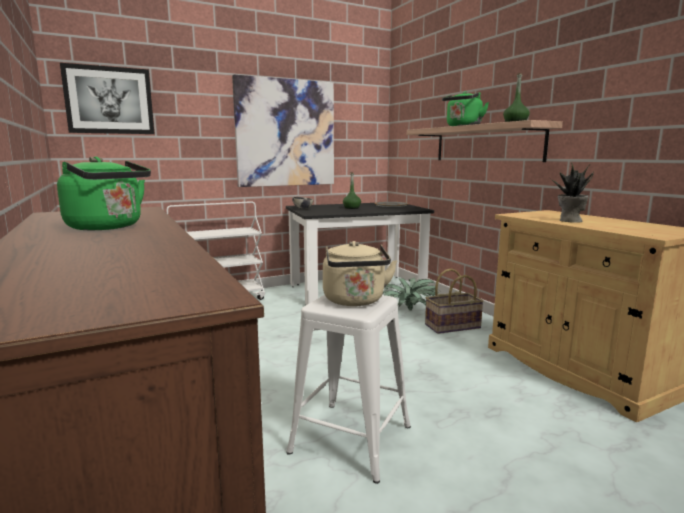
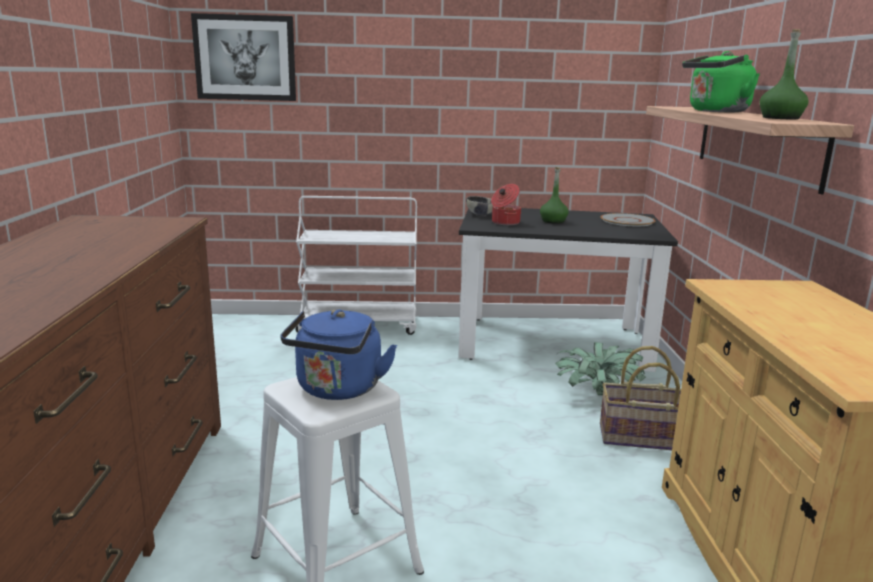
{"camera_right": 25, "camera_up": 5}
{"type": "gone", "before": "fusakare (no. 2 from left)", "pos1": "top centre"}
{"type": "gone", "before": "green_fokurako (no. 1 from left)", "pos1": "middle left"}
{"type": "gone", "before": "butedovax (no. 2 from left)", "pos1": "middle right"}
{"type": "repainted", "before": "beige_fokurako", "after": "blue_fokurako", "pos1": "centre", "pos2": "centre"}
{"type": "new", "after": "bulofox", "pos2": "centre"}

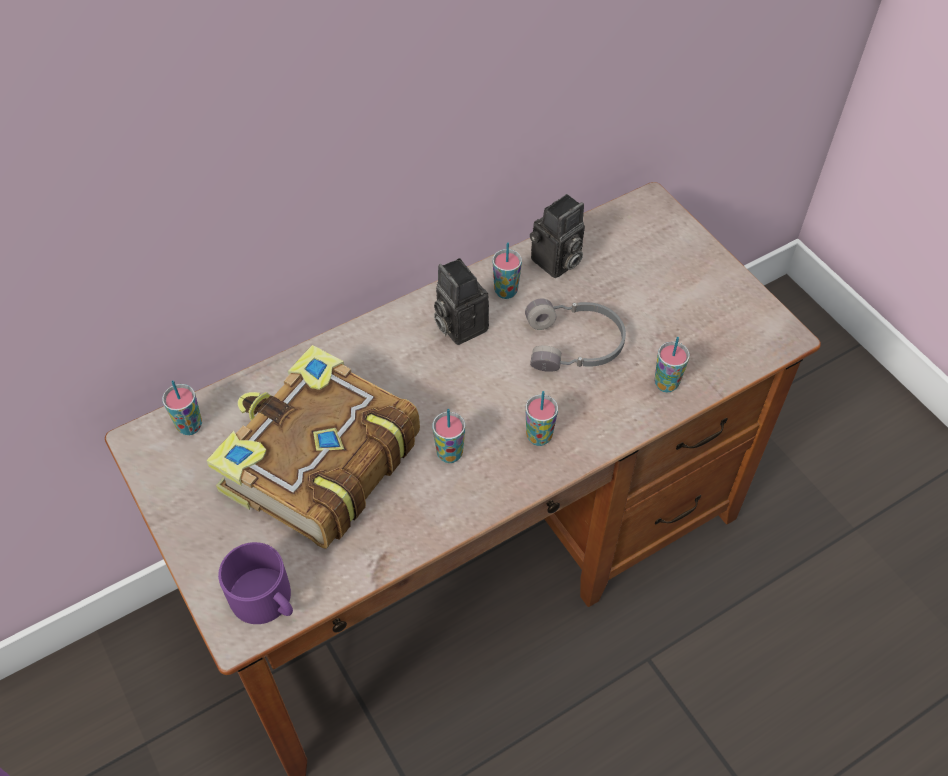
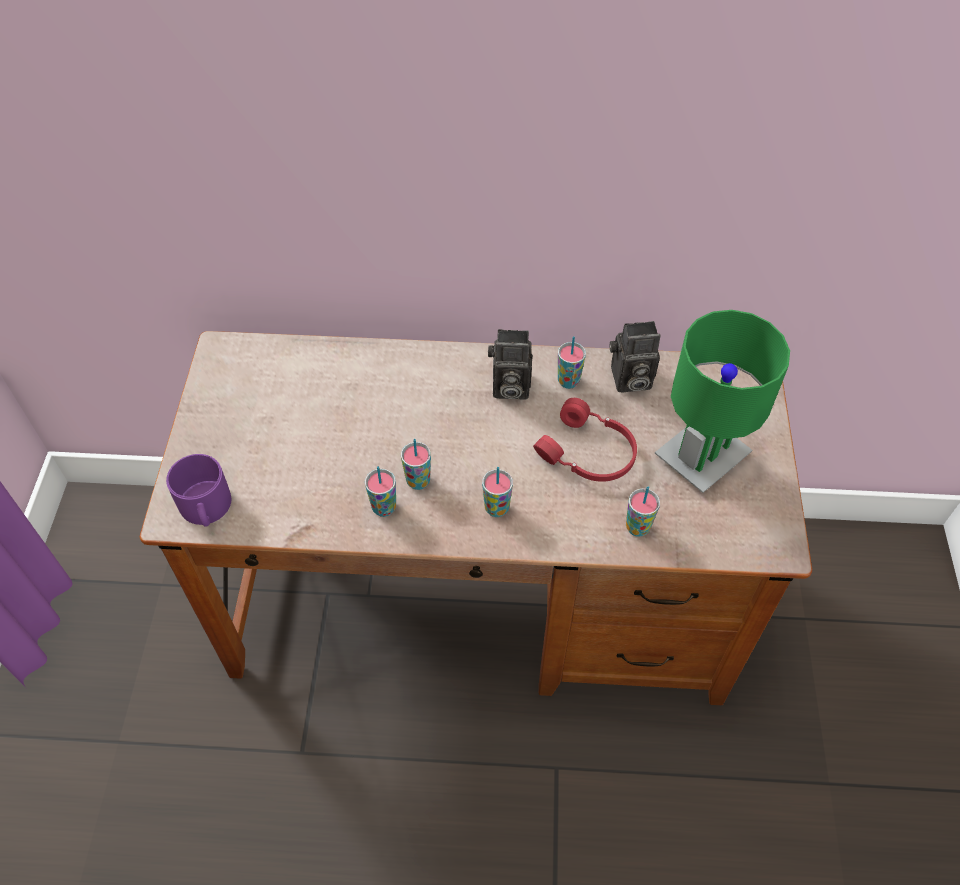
{"camera_right": 35, "camera_up": 0}
{"type": "rotated", "before": "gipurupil (no. 1 from left)", "pos1": "centre", "pos2": "centre", "turn": -90}
{"type": "repainted", "before": "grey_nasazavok", "after": "red_nasazavok", "pos1": "centre", "pos2": "centre"}
{"type": "gone", "before": "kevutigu", "pos1": "middle left"}
{"type": "shifted", "before": "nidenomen (no. 1 from left)", "pos1": "middle left", "pos2": "centre"}
{"type": "new", "after": "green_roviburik", "pos2": "middle right"}

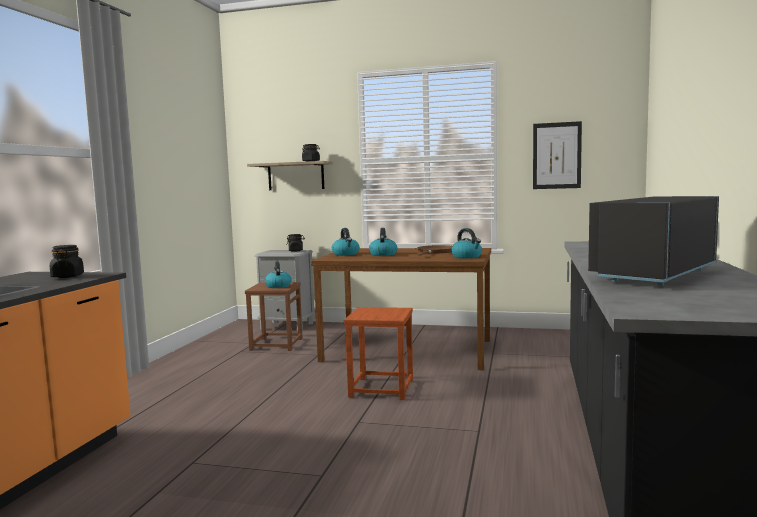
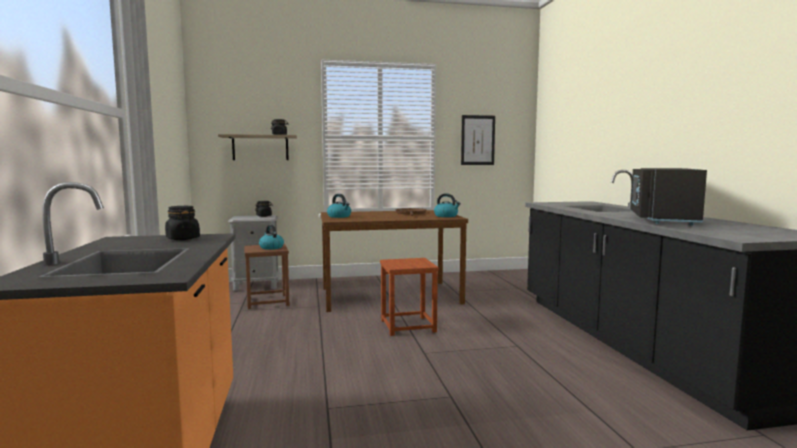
{"camera_right": -25, "camera_up": 0}
{"type": "gone", "before": "fokurako (no. 3 from left)", "pos1": "centre"}

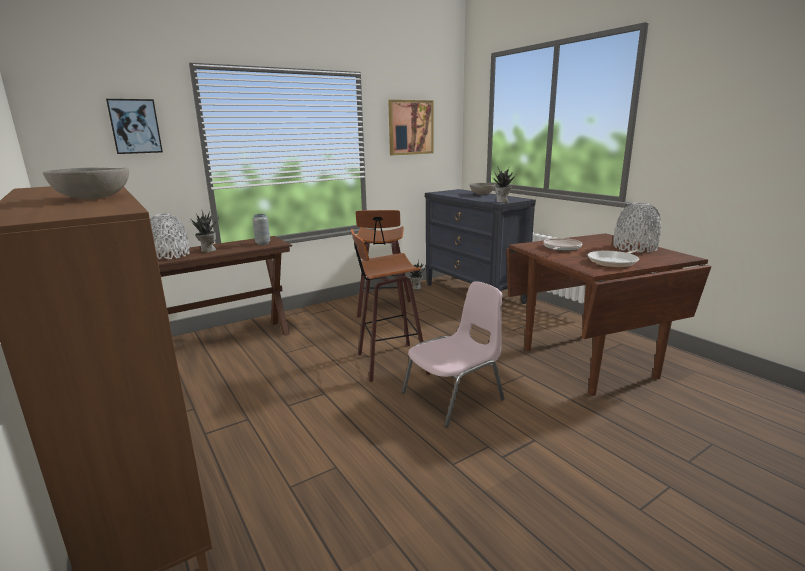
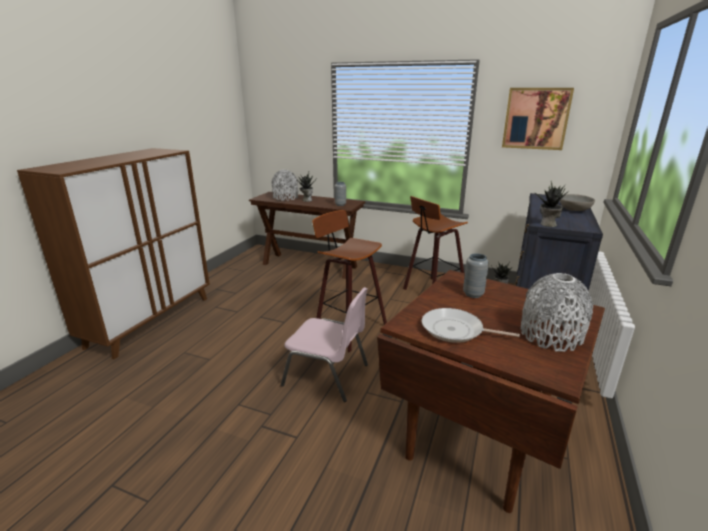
{"camera_right": 55, "camera_up": 5}
{"type": "gone", "before": "fusakare (no. 1 from left)", "pos1": "top left"}
{"type": "gone", "before": "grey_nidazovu (no. 1 from left)", "pos1": "top left"}
{"type": "swapped", "before": "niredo (no. 1 from left)", "after": "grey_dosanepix (no. 3 from left)", "pos1": "middle right", "pos2": "middle right"}

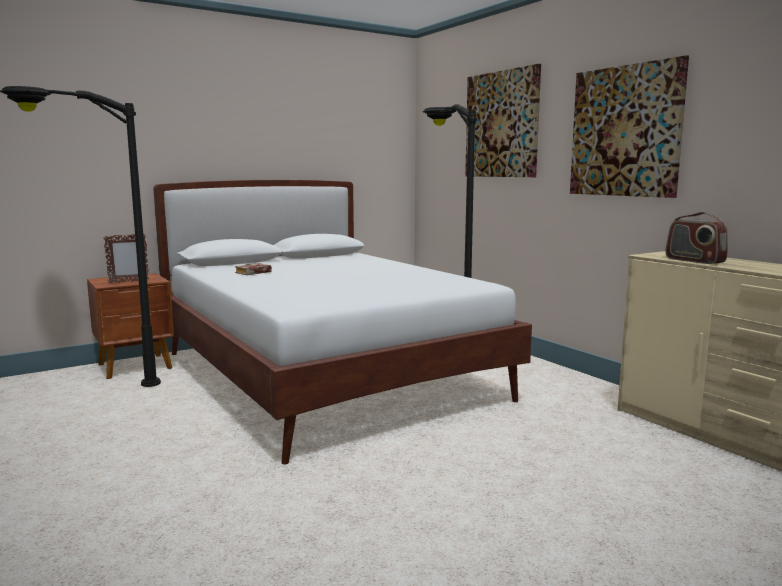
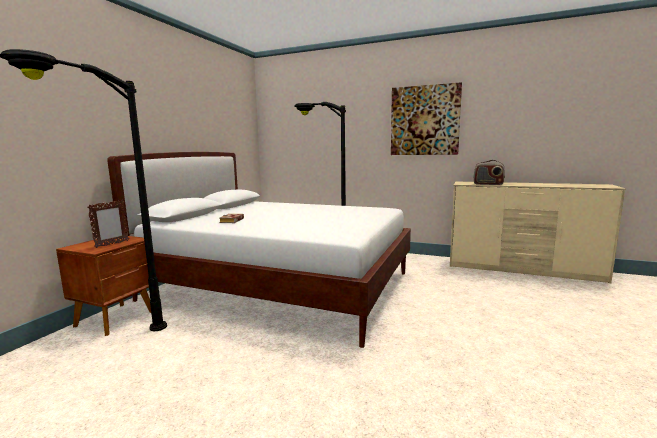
{"camera_right": -35, "camera_up": 0}
{"type": "gone", "before": "fusakare (no. 1 from left)", "pos1": "top centre"}

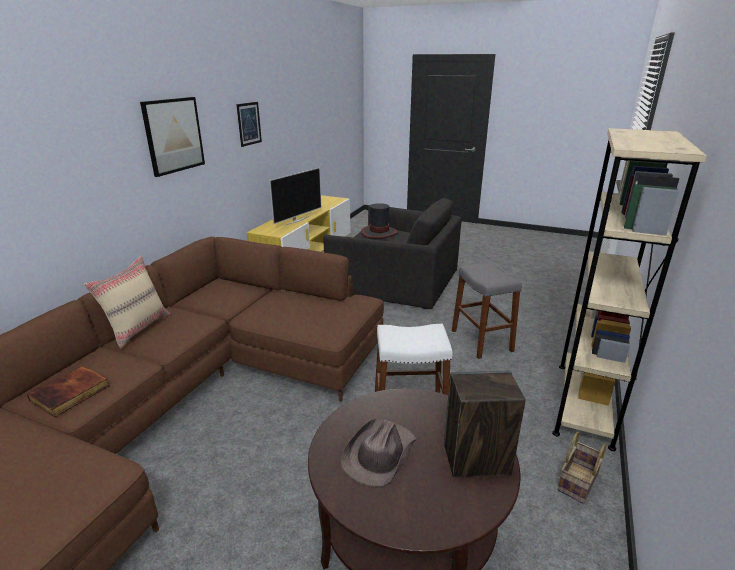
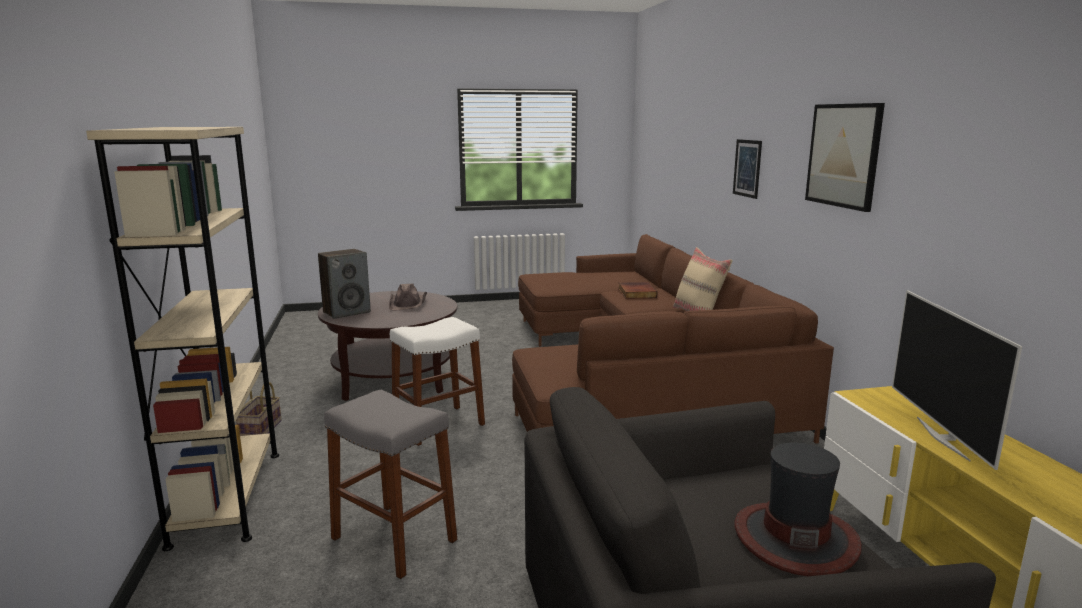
{"camera_right": 145, "camera_up": -10}
{"type": "shifted", "before": "fusakare (no. 2 from left in the first image)", "after": "fusakare (no. 1 from left)", "pos1": "top centre", "pos2": "top right"}

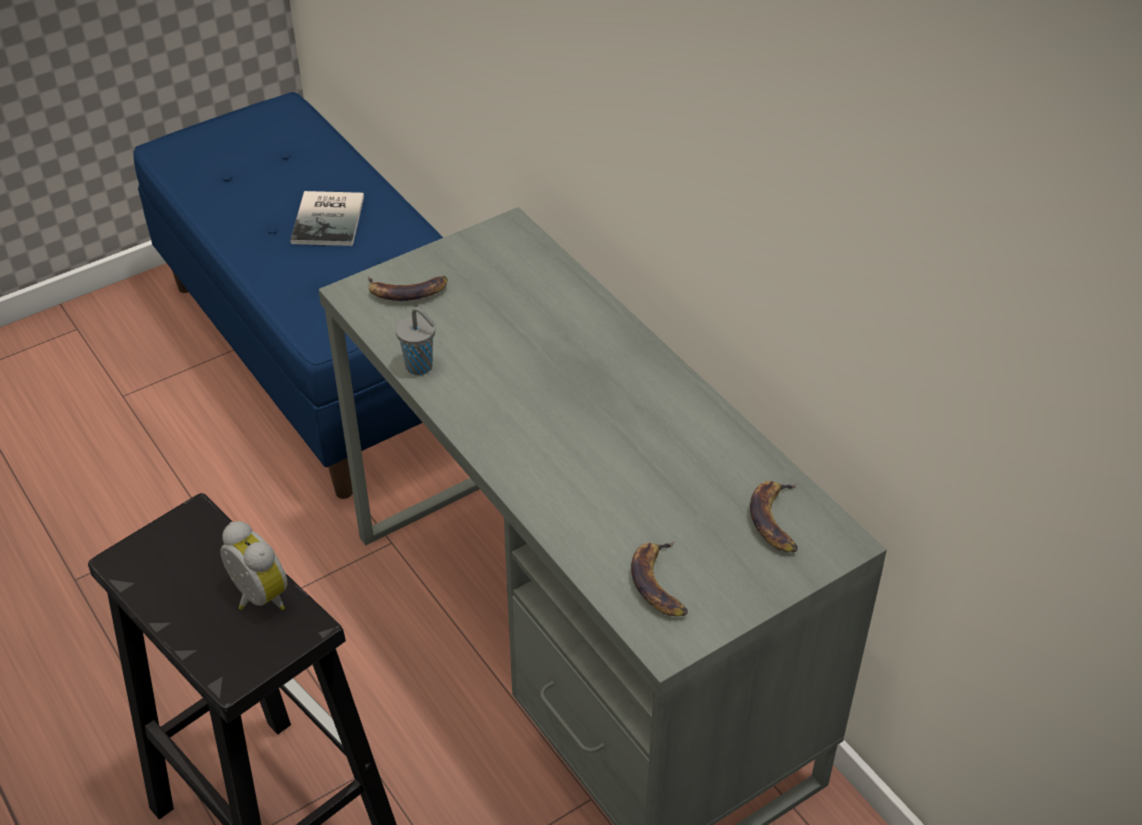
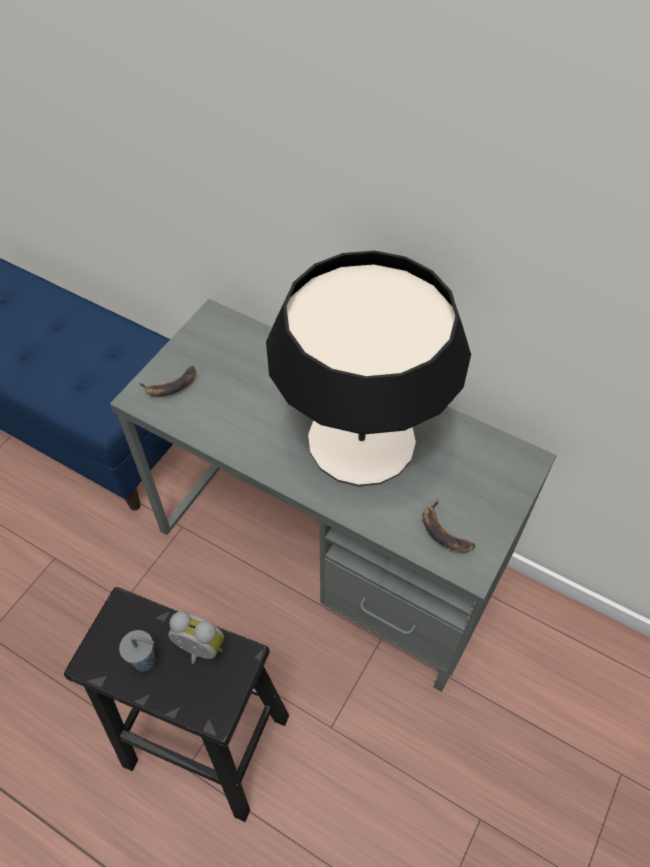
{"camera_right": -25, "camera_up": 10}
{"type": "gone", "before": "kevutigu", "pos1": "top left"}
{"type": "shifted", "before": "grey_nidenomen", "pos1": "centre", "pos2": "bottom left"}
{"type": "gone", "before": "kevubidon (no. 3 from left)", "pos1": "middle right"}
{"type": "new", "after": "roviburik", "pos2": "centre"}

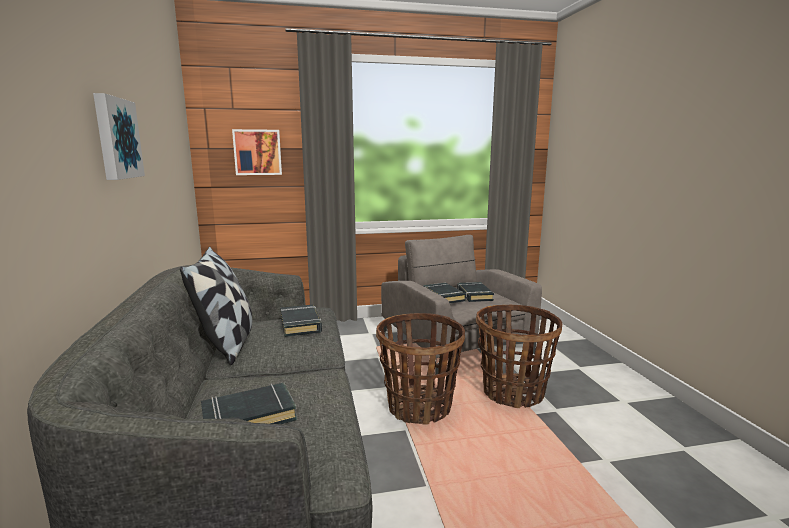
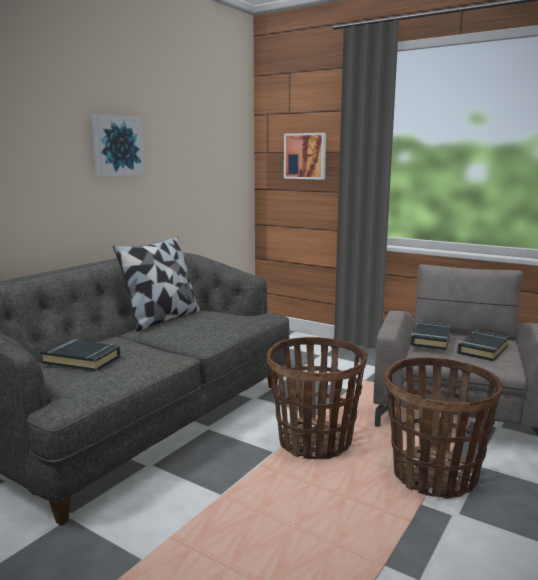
{"camera_right": 45, "camera_up": 0}
{"type": "gone", "before": "black_kevutigu (no. 2 from left)", "pos1": "centre"}

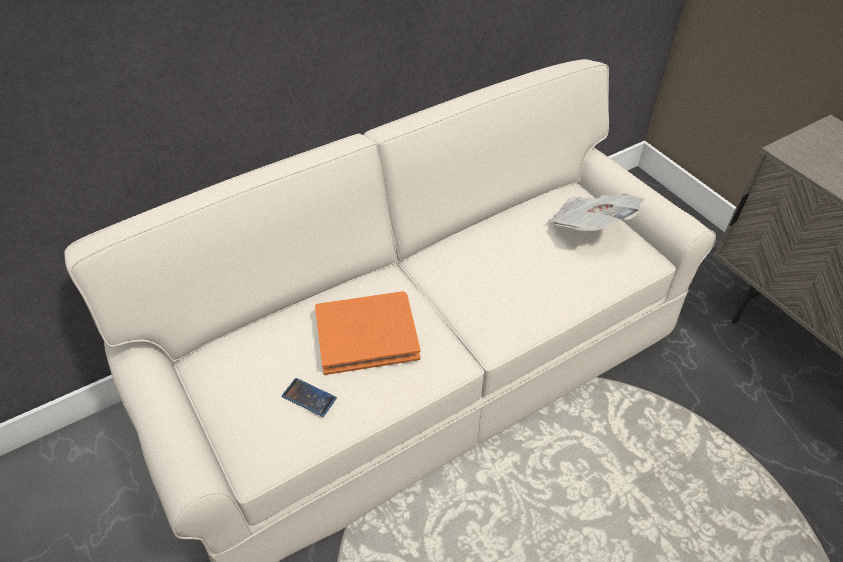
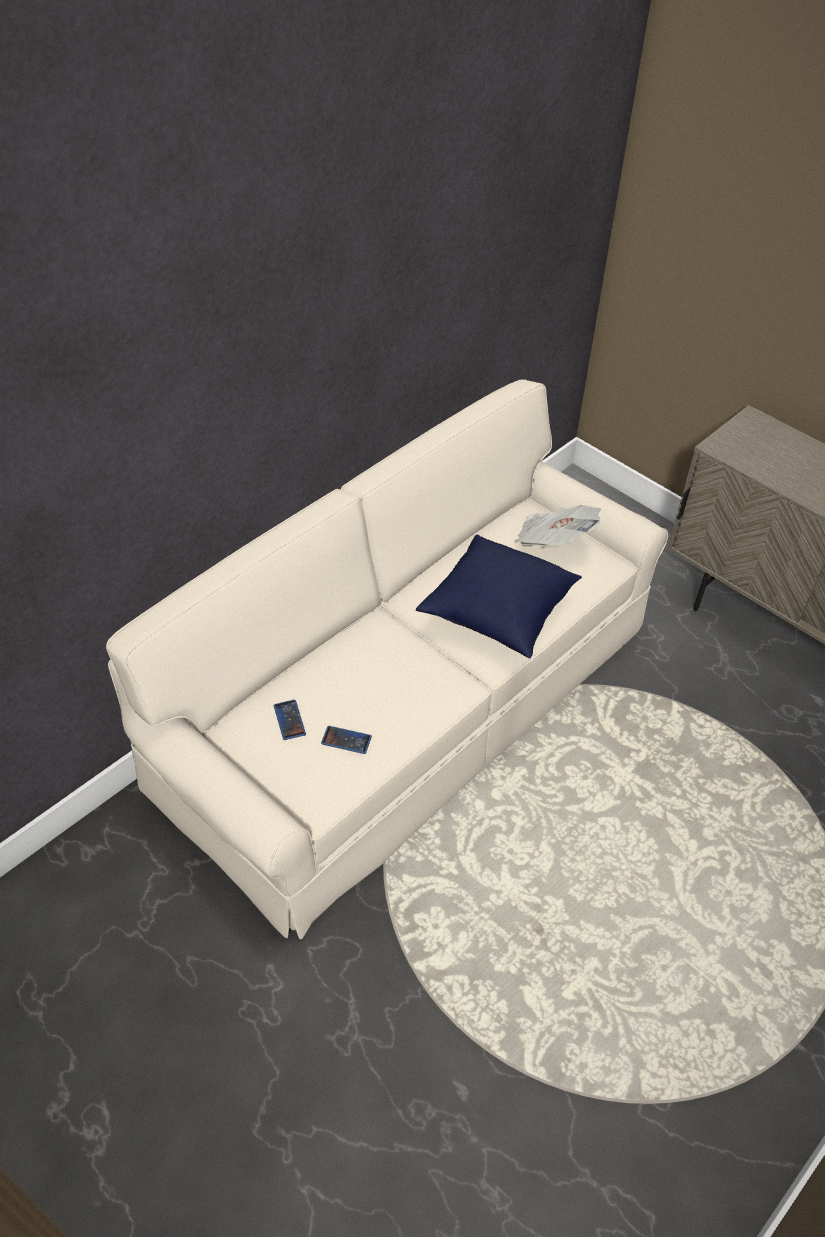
{"camera_right": -15, "camera_up": 0}
{"type": "gone", "before": "orange_kevutigu", "pos1": "centre"}
{"type": "new", "after": "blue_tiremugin", "pos2": "centre"}
{"type": "new", "after": "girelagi (no. 1 from left)", "pos2": "centre"}

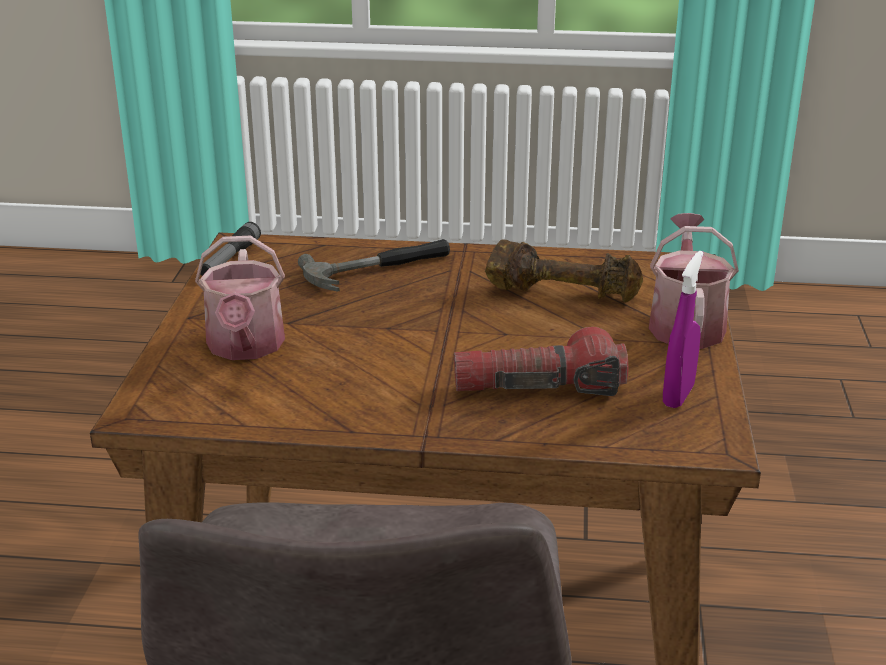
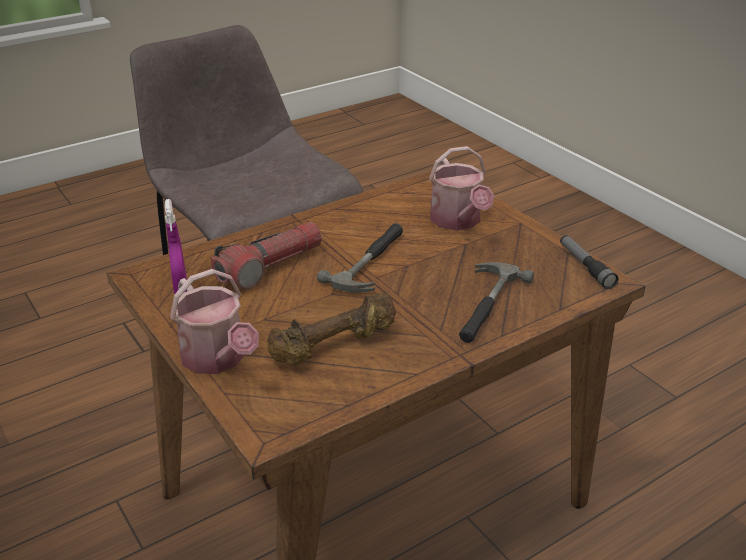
{"camera_right": 140, "camera_up": 5}
{"type": "rotated", "before": "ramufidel (no. 1 from left in the first image)", "pos1": "middle left", "pos2": "centre", "turn": -150}
{"type": "new", "after": "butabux (no. 1 from left)", "pos2": "centre"}

